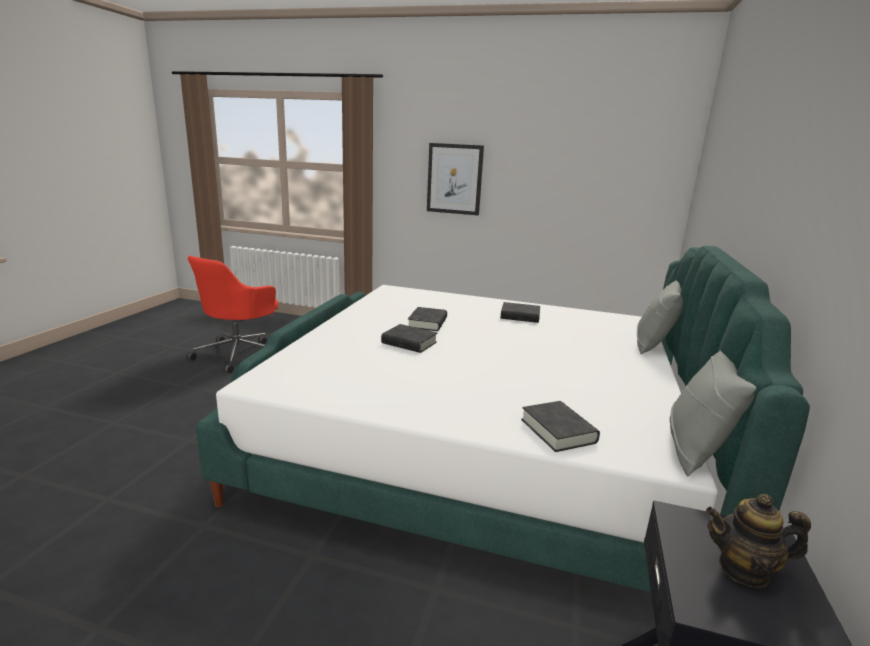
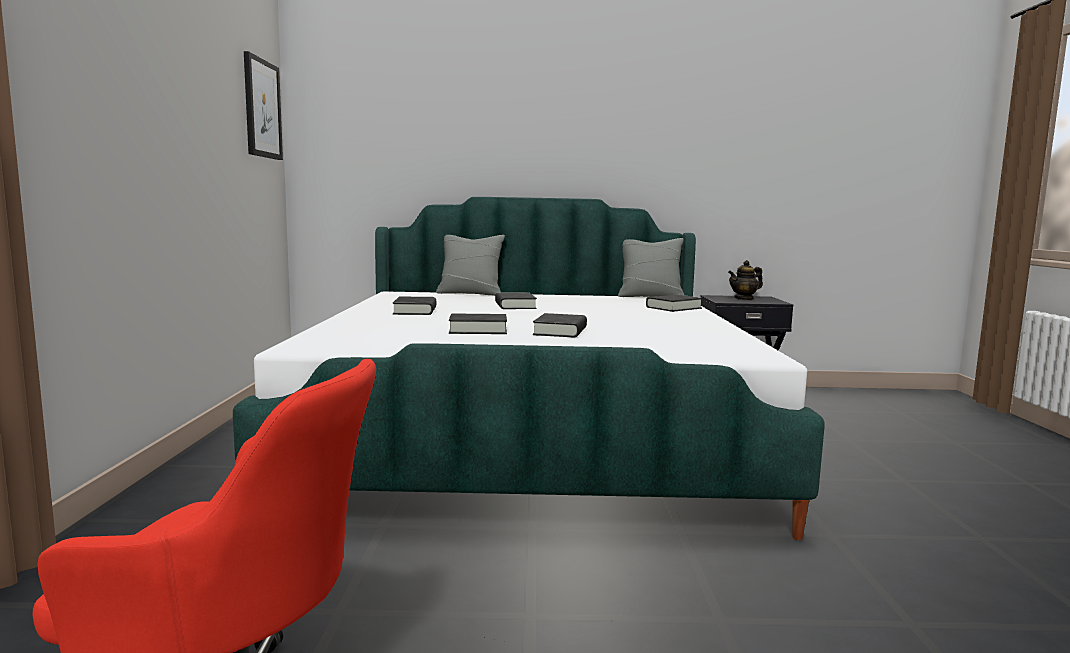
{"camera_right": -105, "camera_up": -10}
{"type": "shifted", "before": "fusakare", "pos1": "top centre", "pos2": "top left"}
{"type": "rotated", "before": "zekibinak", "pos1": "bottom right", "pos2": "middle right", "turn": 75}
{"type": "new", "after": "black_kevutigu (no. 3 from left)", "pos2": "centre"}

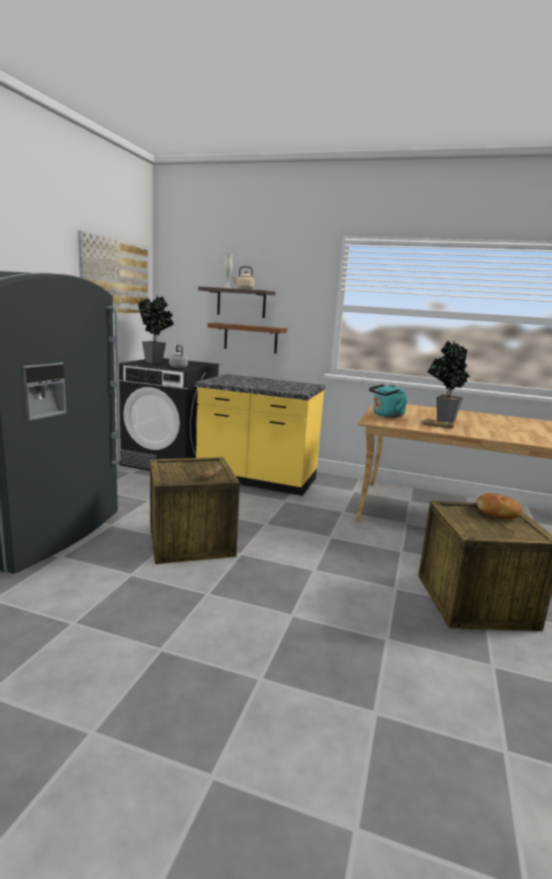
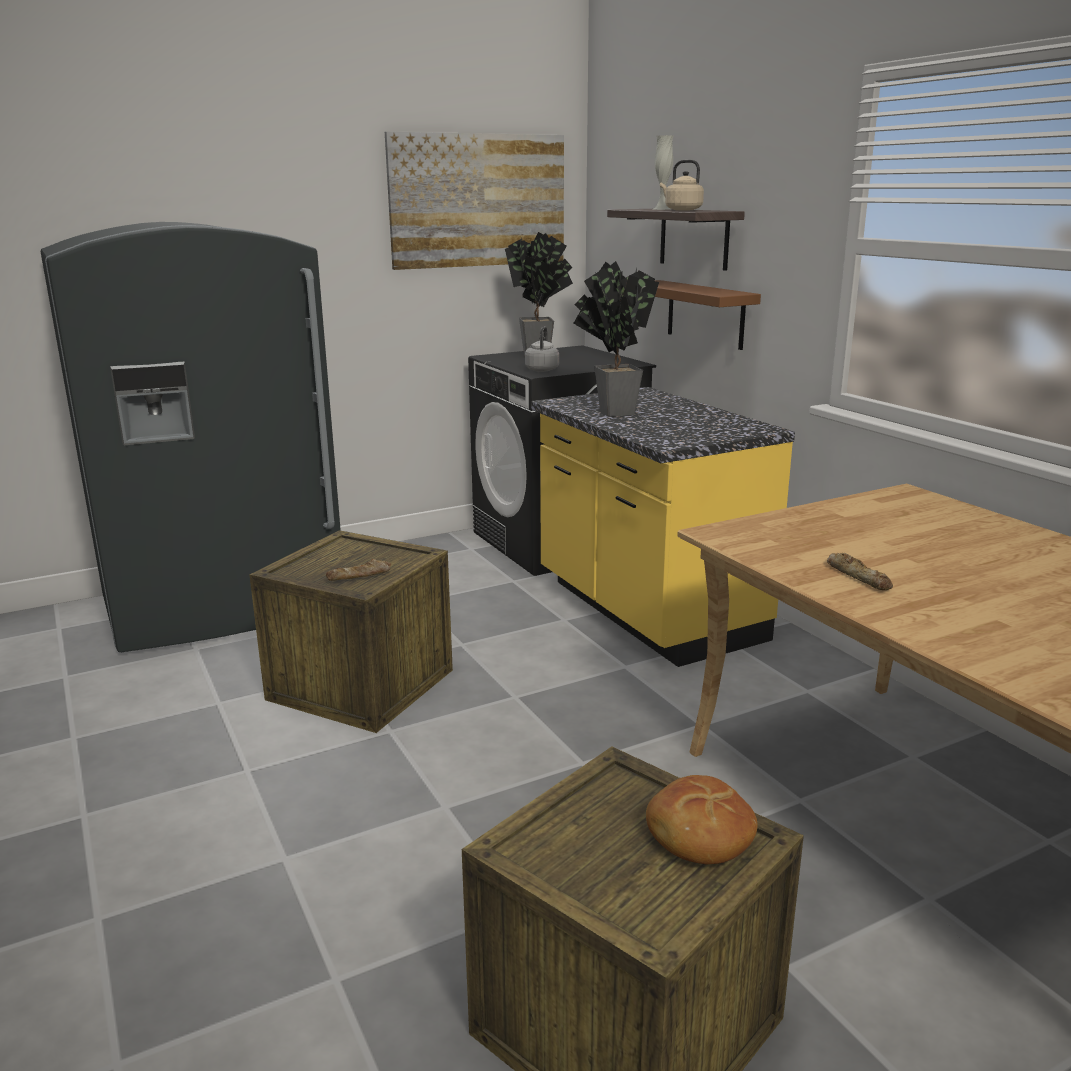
{"camera_right": 45, "camera_up": 5}
{"type": "shifted", "before": "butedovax (no. 2 from left)", "pos1": "middle right", "pos2": "top centre"}
{"type": "gone", "before": "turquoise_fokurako", "pos1": "middle right"}

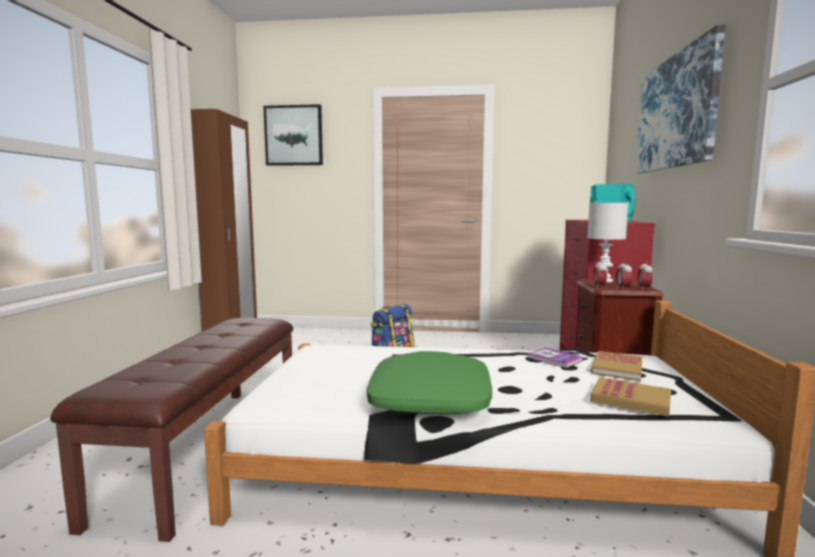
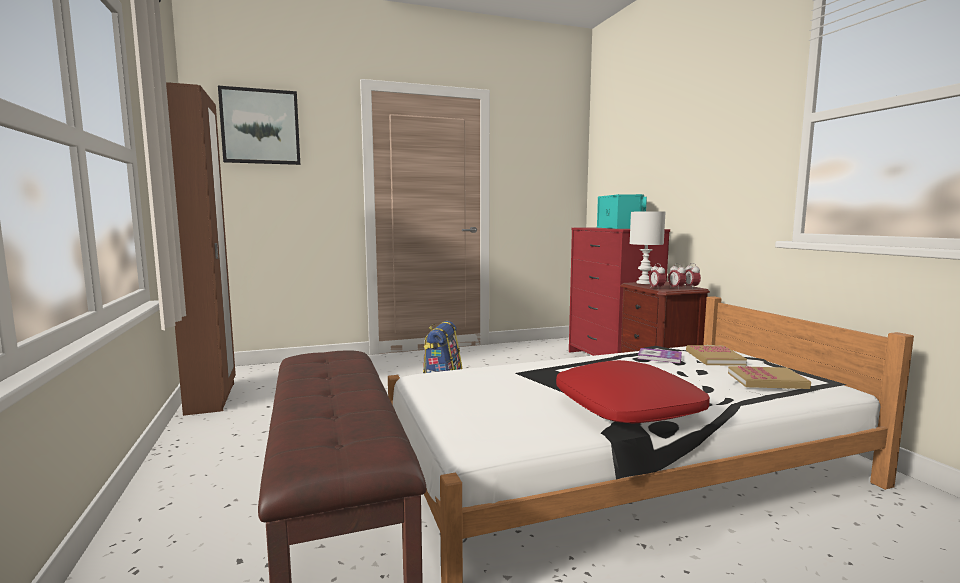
{"camera_right": -25, "camera_up": 0}
{"type": "gone", "before": "fusakare (no. 2 from left)", "pos1": "top right"}
{"type": "repainted", "before": "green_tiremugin", "after": "red_tiremugin", "pos1": "bottom centre", "pos2": "bottom centre"}

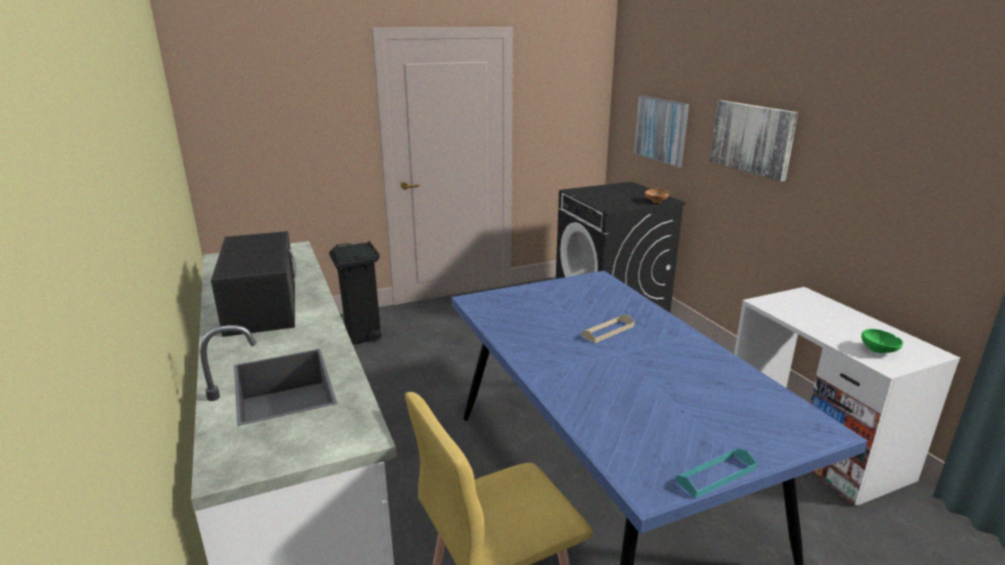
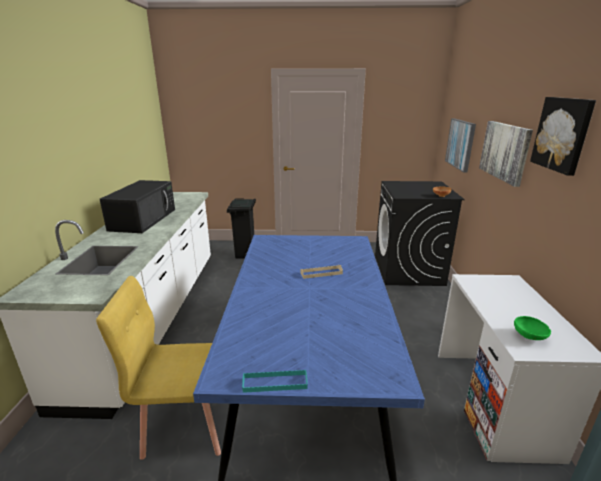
{"camera_right": 25, "camera_up": 0}
{"type": "new", "after": "fusakare (no. 3 from left)", "pos2": "top right"}

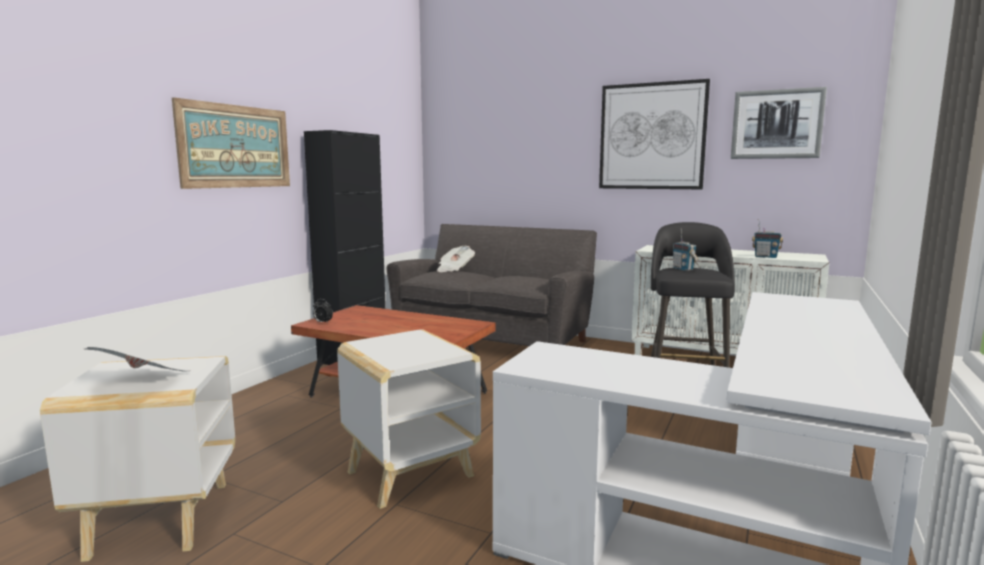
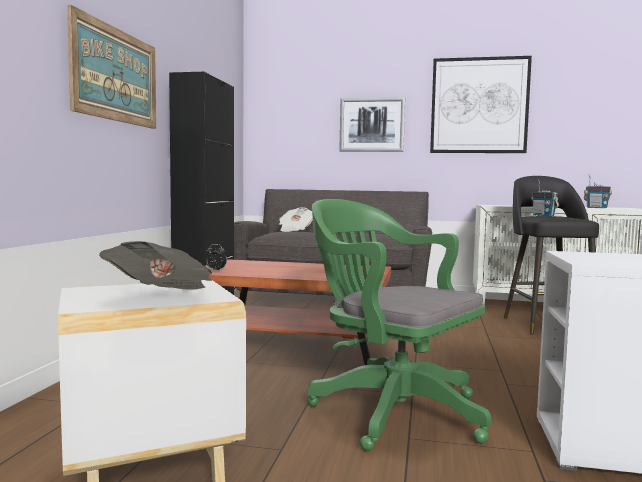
{"camera_right": -15, "camera_up": -5}
{"type": "shifted", "before": "fusakare (no. 3 from left in the first image)", "after": "fusakare (no. 2 from left)", "pos1": "top right", "pos2": "top centre"}
{"type": "swapped", "before": "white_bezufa (no. 2 from left)", "after": "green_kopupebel", "pos1": "bottom centre", "pos2": "bottom centre"}

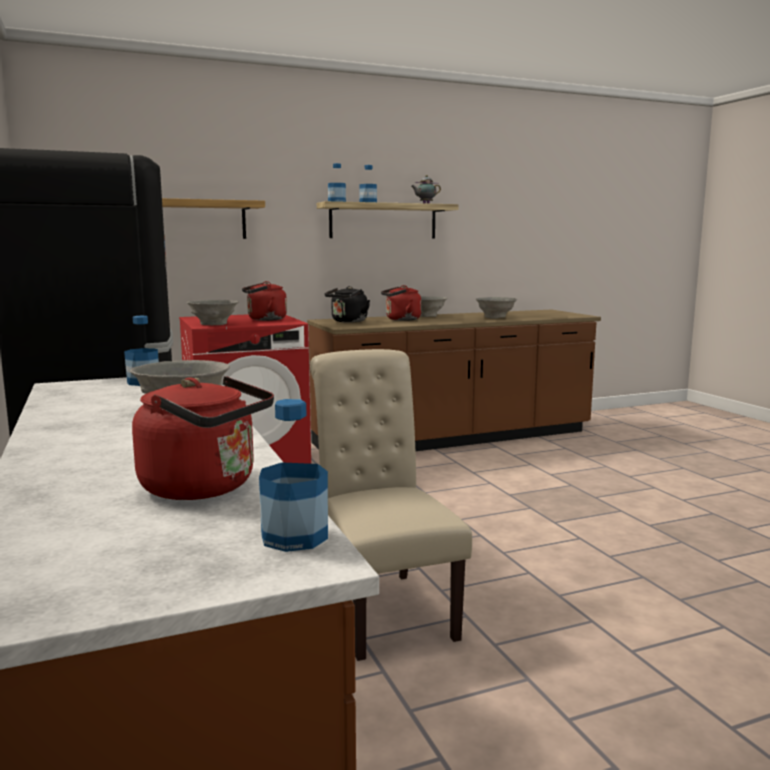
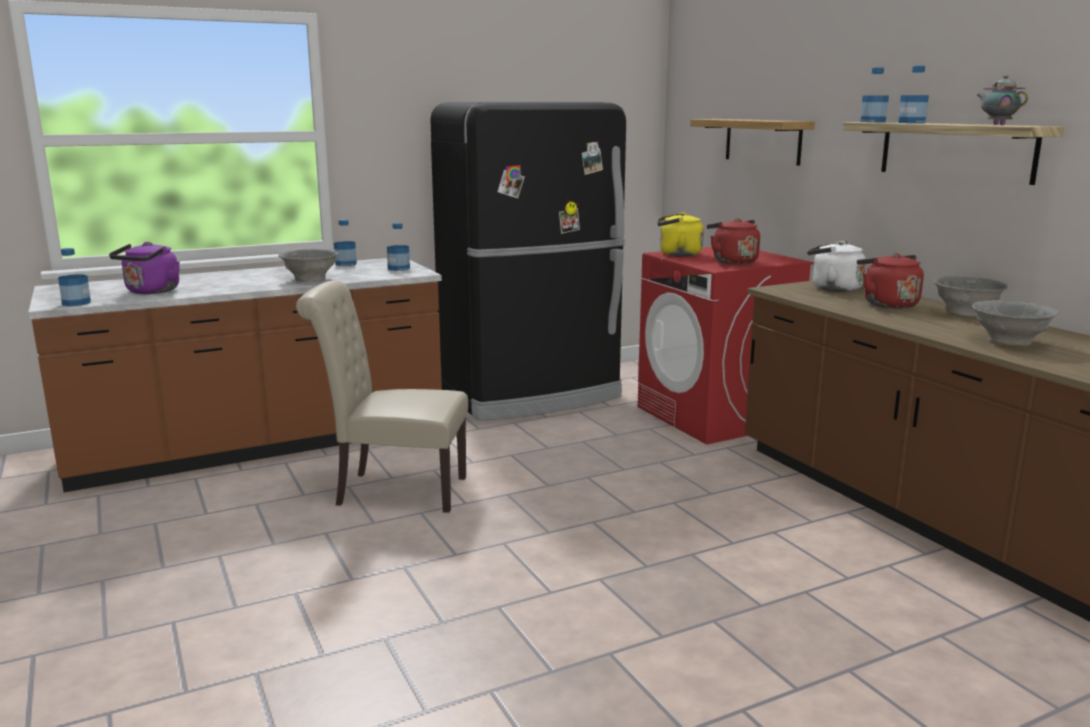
{"camera_right": 85, "camera_up": 5}
{"type": "repainted", "before": "black_fokurako", "after": "white_fokurako", "pos1": "centre", "pos2": "middle right"}
{"type": "swapped", "before": "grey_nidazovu (no. 2 from left)", "after": "yellow_fokurako", "pos1": "middle left", "pos2": "top centre"}
{"type": "rotated", "before": "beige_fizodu", "pos1": "centre", "pos2": "centre", "turn": -150}
{"type": "repainted", "before": "red_fokurako (no. 1 from left)", "after": "purple_fokurako", "pos1": "middle left", "pos2": "middle left"}
{"type": "new", "after": "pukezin (no. 2 from left)", "pos2": "top left"}

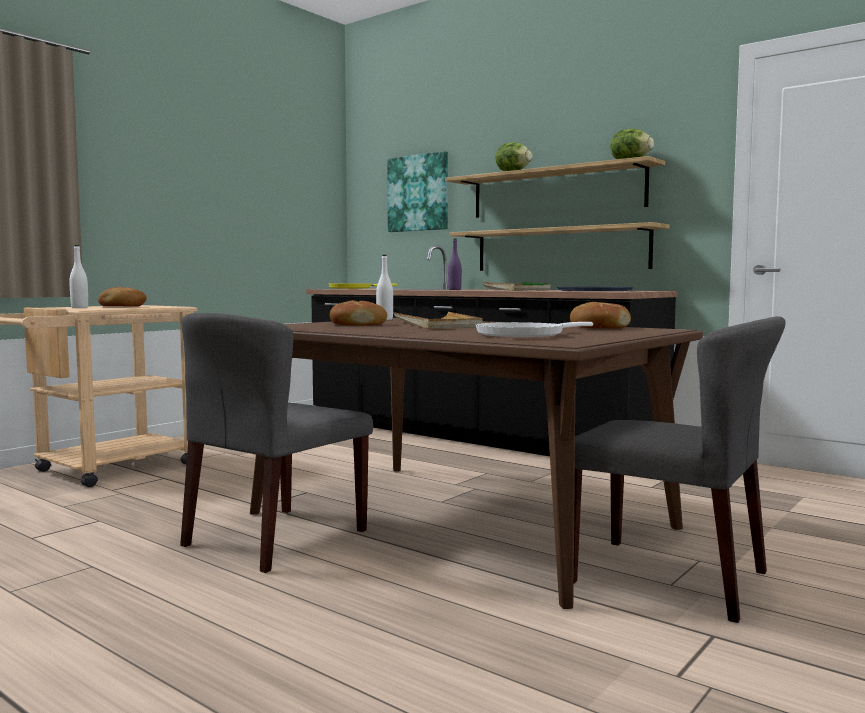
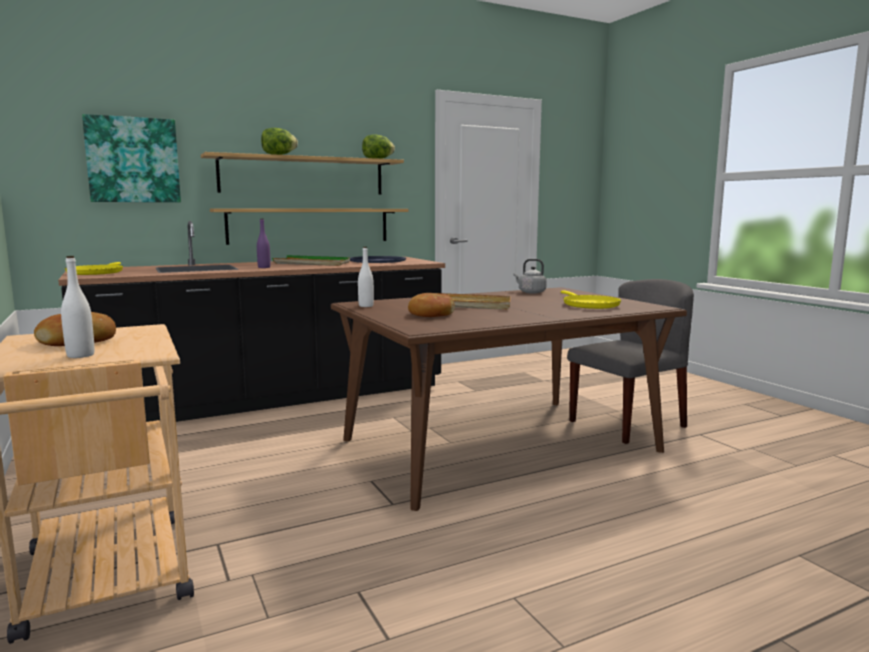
{"camera_right": -65, "camera_up": 5}
{"type": "swapped", "before": "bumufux (no. 3 from left)", "after": "grey_fokurako", "pos1": "middle right", "pos2": "centre"}
{"type": "gone", "before": "grey_fizodu (no. 1 from left)", "pos1": "middle left"}
{"type": "repainted", "before": "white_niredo", "after": "yellow_niredo (no. 2 from left)", "pos1": "centre", "pos2": "middle right"}

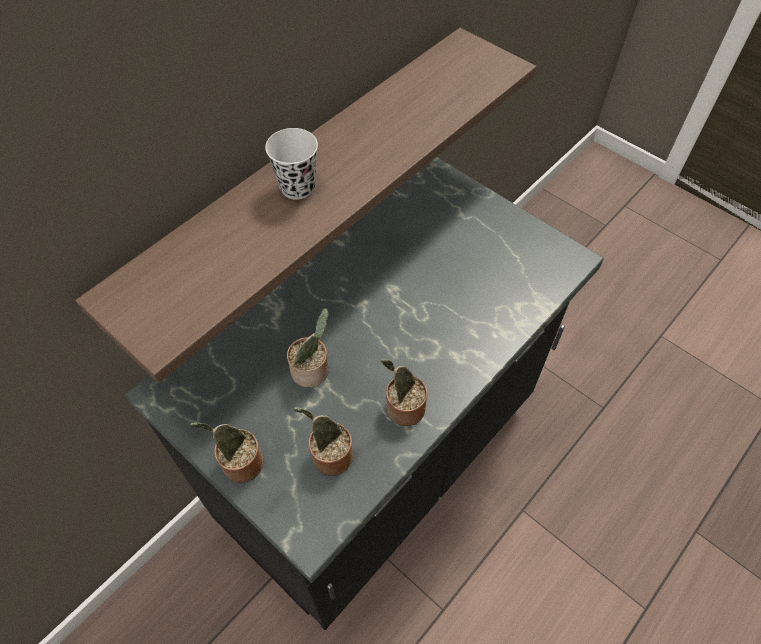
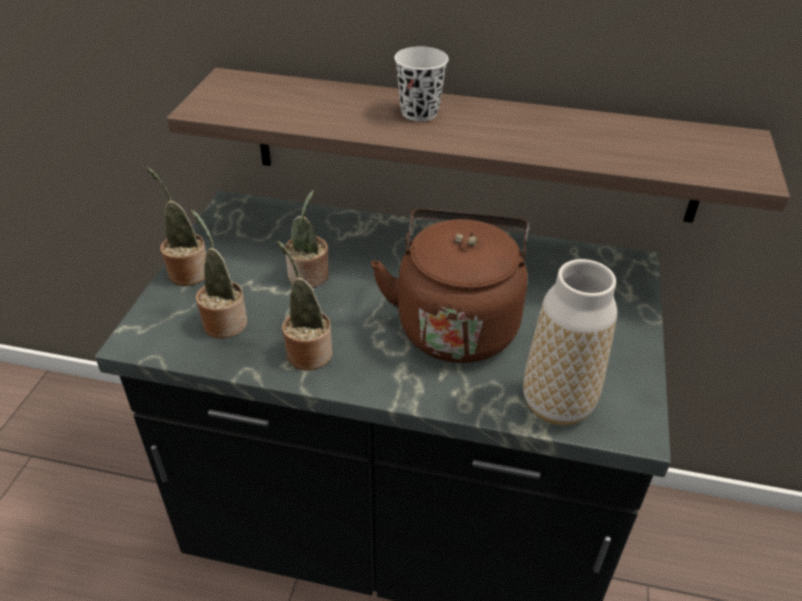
{"camera_right": 60, "camera_up": -15}
{"type": "new", "after": "brown_fokurako", "pos2": "centre"}
{"type": "new", "after": "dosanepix", "pos2": "middle right"}

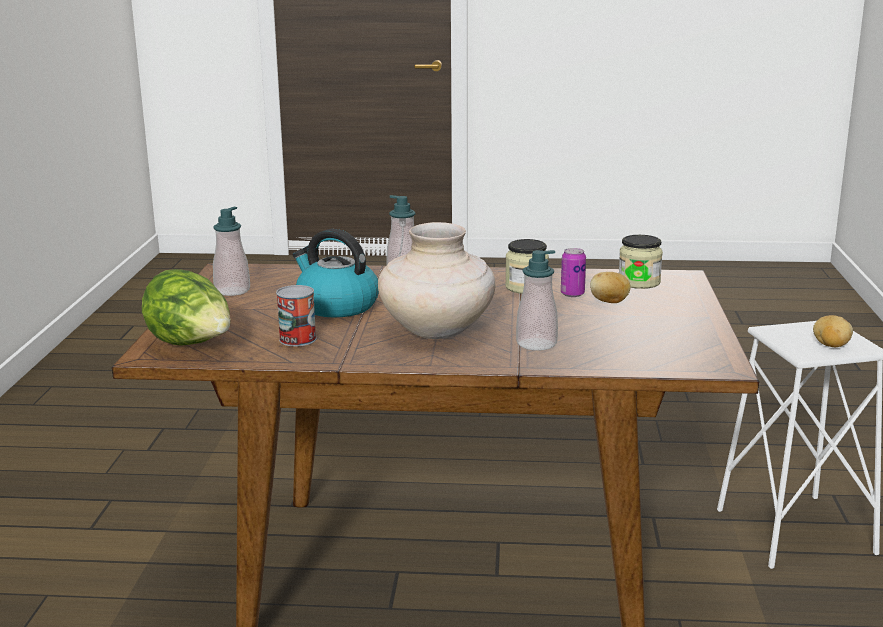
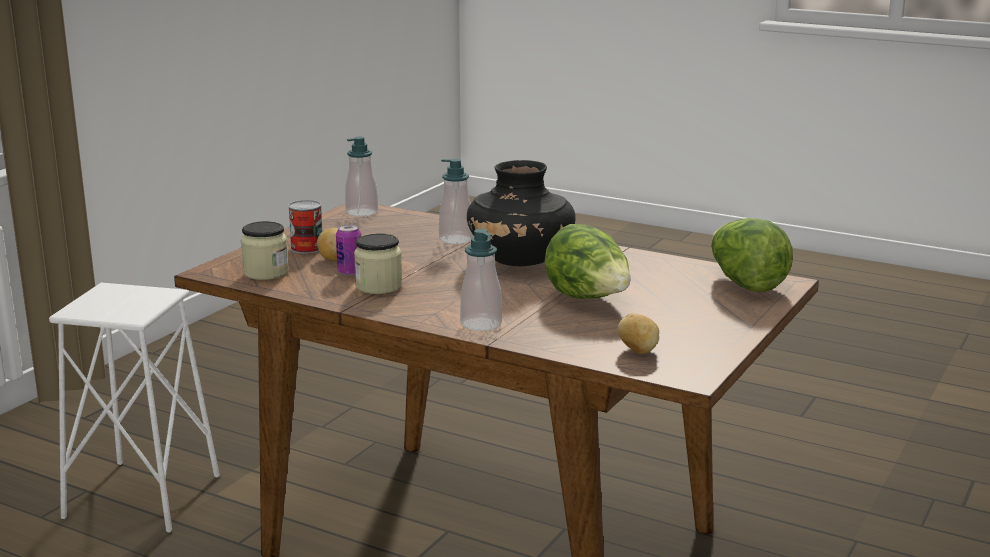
{"camera_right": -155, "camera_up": 0}
{"type": "shifted", "before": "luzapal (no. 1 from left)", "pos1": "middle left", "pos2": "top centre"}
{"type": "repainted", "before": "beige_dosanepix", "after": "black_dosanepix", "pos1": "centre", "pos2": "centre"}
{"type": "swapped", "before": "fokurako", "after": "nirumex (no. 1 from left)", "pos1": "centre", "pos2": "centre"}
{"type": "shifted", "before": "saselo (no. 1 from left)", "pos1": "centre", "pos2": "middle left"}
{"type": "shifted", "before": "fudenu (no. 2 from left)", "pos1": "middle right", "pos2": "centre"}

